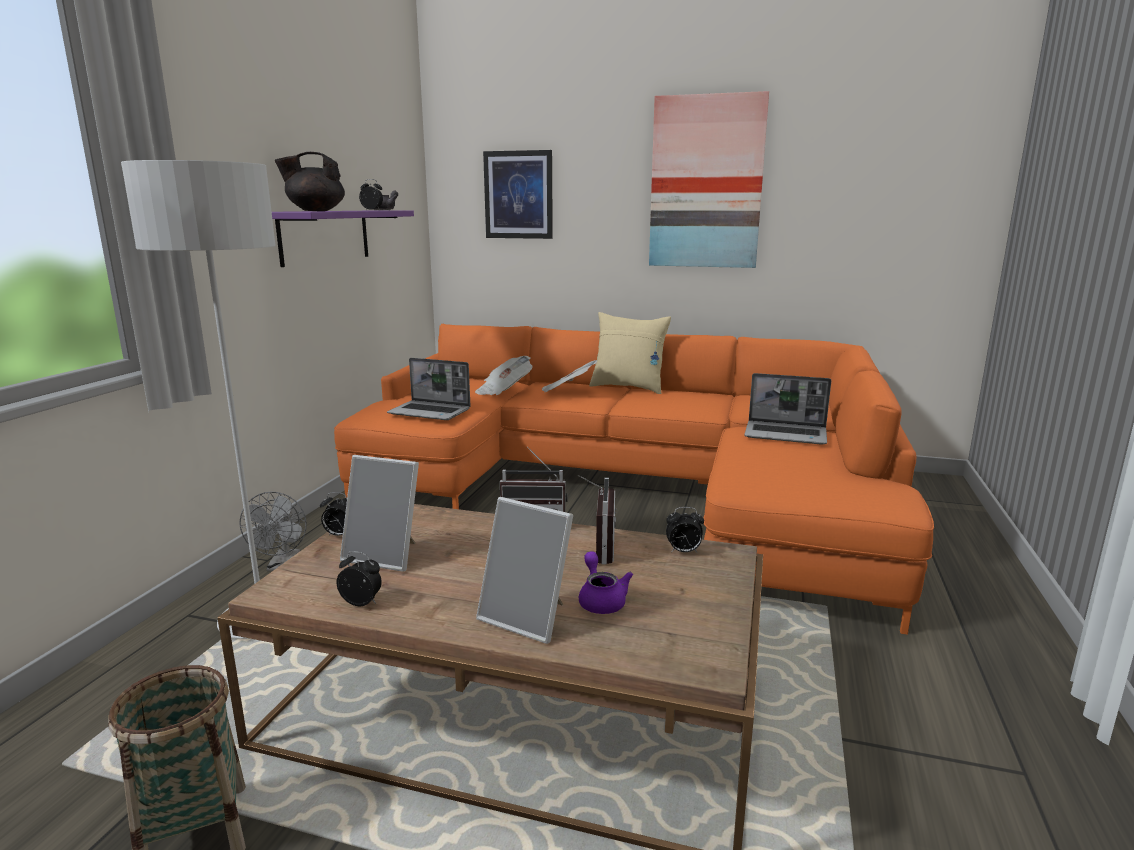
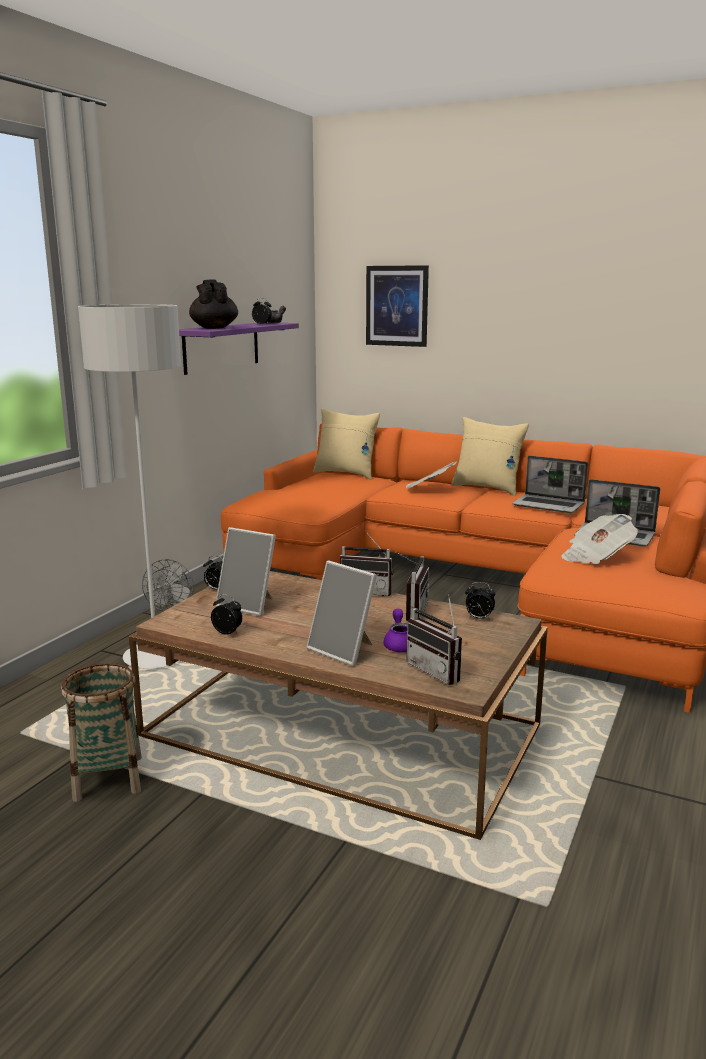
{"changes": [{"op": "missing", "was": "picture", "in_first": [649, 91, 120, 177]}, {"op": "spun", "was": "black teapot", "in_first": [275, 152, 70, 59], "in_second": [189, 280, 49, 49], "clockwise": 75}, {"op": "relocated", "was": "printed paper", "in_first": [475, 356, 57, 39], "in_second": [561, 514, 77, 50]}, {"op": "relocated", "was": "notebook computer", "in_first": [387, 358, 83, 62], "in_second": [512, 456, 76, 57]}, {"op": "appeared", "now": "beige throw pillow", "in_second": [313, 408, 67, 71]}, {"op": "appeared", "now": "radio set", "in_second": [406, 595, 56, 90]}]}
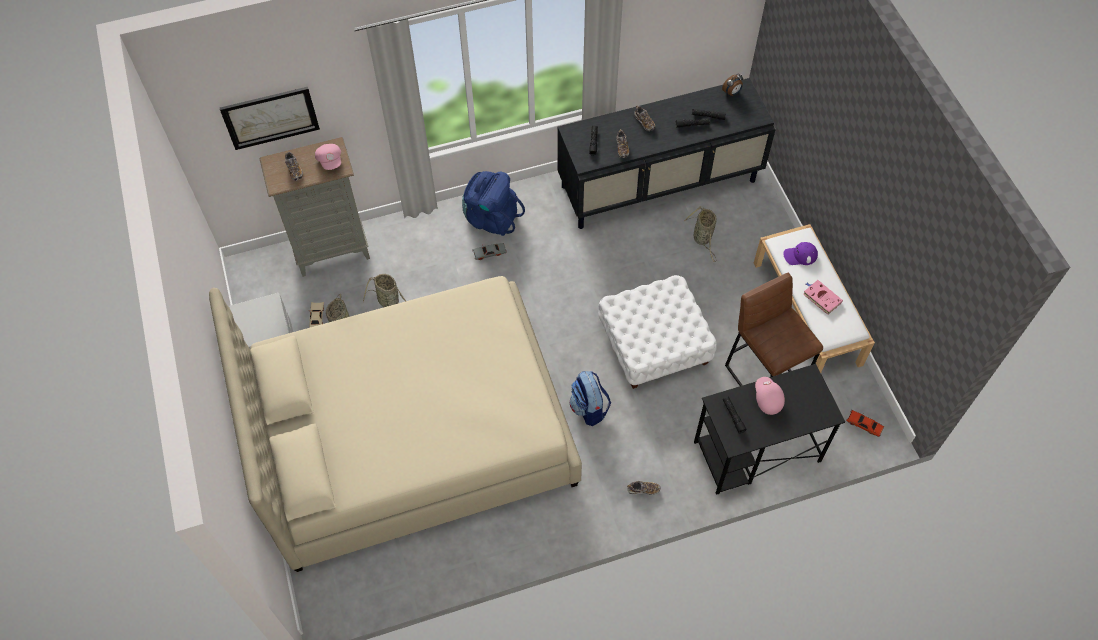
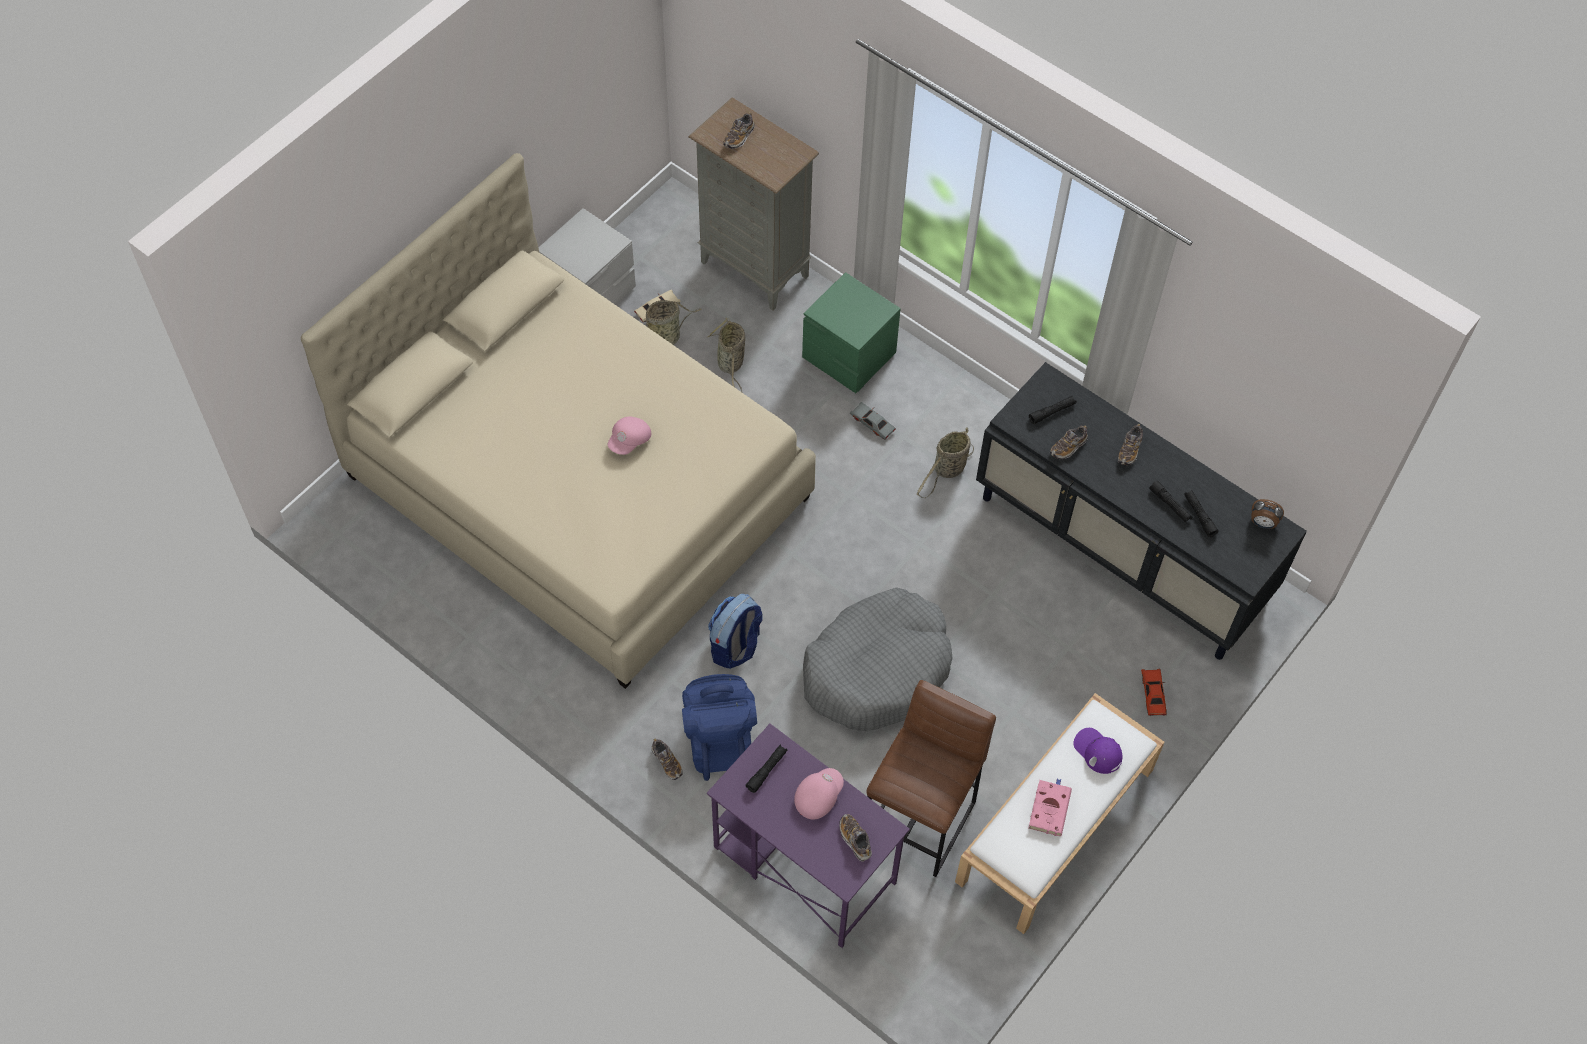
{"changes": [{"op": "missing", "was": "picture", "in_first": [220, 87, 100, 63]}, {"op": "relocated", "was": "pink baseball cap", "in_first": [315, 144, 26, 26], "in_second": [608, 417, 43, 38]}, {"op": "relocated", "was": "blue-coloured knapsack", "in_first": [462, 171, 63, 65], "in_second": [682, 674, 75, 107]}, {"op": "relocated", "was": "basket", "in_first": [683, 206, 34, 56], "in_second": [917, 427, 57, 71]}, {"op": "exchanged", "was": "white pouffe", "now": "greyish dog bed", "in_first": [598, 275, 119, 114], "in_second": [803, 588, 150, 143]}, {"op": "colour", "was": "black desk", "now": "purple desk", "in_first": [694, 364, 151, 131], "in_second": [707, 724, 203, 224]}, {"op": "relocated", "was": "reddish miniature car", "in_first": [846, 410, 38, 27], "in_second": [1141, 669, 26, 47]}, {"op": "appeared", "now": "green bedside table", "in_second": [802, 272, 99, 121]}, {"op": "appeared", "now": "item of footwear", "in_second": [839, 814, 33, 48]}]}
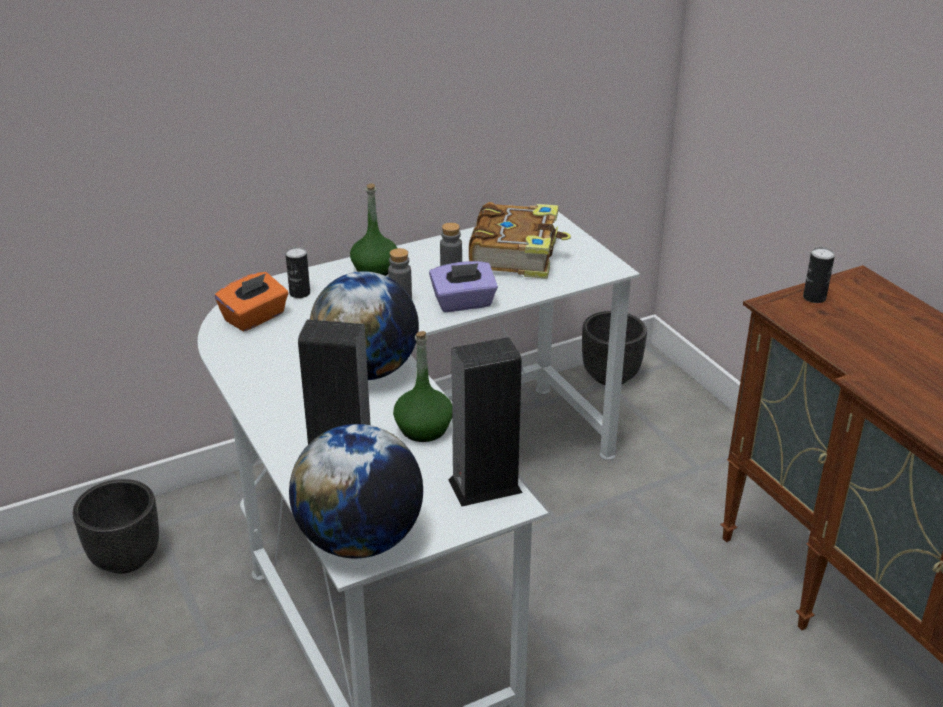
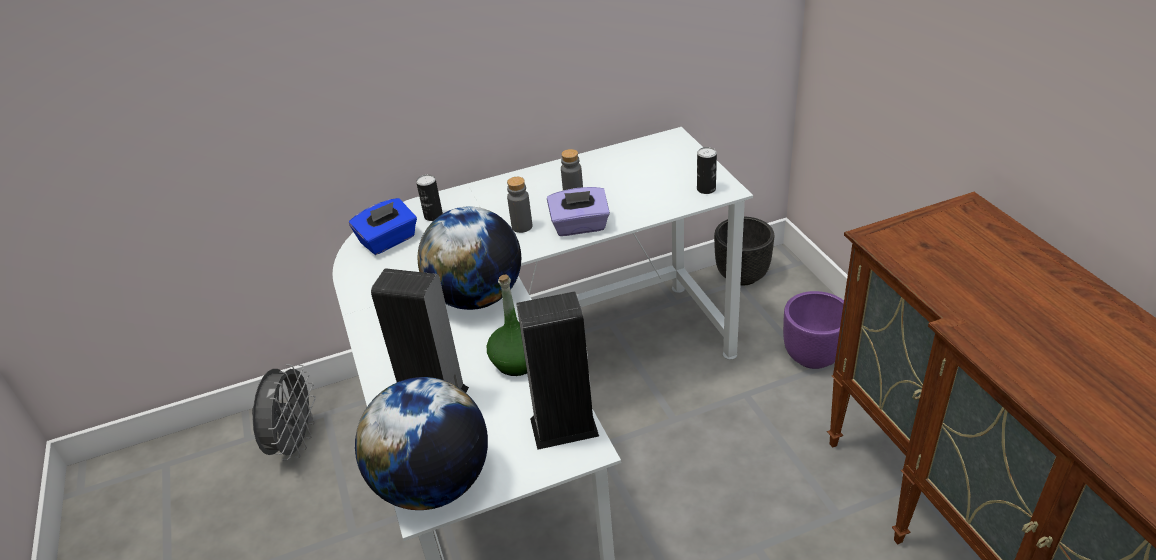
{"changes": [{"op": "missing", "was": "green beverage bottle", "in_first": [350, 184, 47, 92]}, {"op": "missing", "was": "volume", "in_first": [469, 202, 102, 77]}, {"op": "relocated", "was": "can", "in_first": [803, 247, 32, 56], "in_second": [697, 147, 20, 47]}, {"op": "colour", "was": "orange-coloured tissue holder", "now": "blue-coloured tissue holder", "in_first": [215, 272, 74, 60], "in_second": [349, 198, 68, 57]}, {"op": "exchanged", "was": "black flower pot", "now": "greyish cooling fan", "in_first": [73, 479, 86, 95], "in_second": [252, 364, 64, 97]}, {"op": "appeared", "now": "purple flower pot", "in_second": [783, 291, 61, 78]}]}
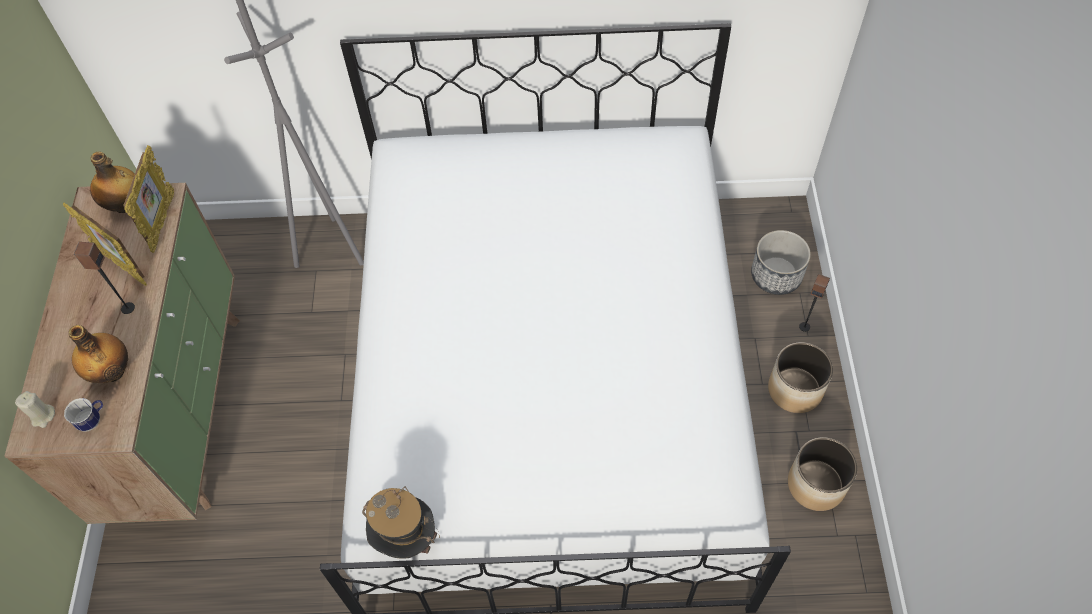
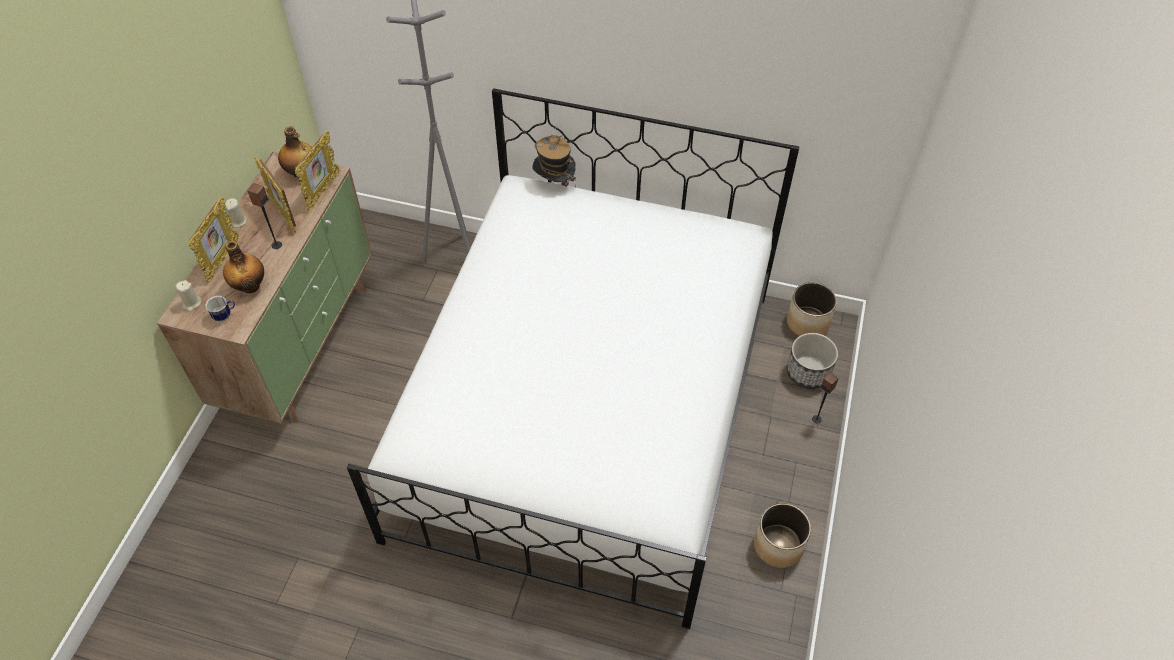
{"changes": [{"op": "relocated", "was": "flower pot", "in_first": [768, 342, 65, 71], "in_second": [787, 282, 50, 54]}, {"op": "relocated", "was": "hat", "in_first": [362, 486, 78, 73], "in_second": [532, 135, 44, 53]}, {"op": "appeared", "now": "standing frame", "in_second": [188, 197, 51, 86]}, {"op": "appeared", "now": "beige wax candle", "in_second": [225, 198, 22, 30]}]}
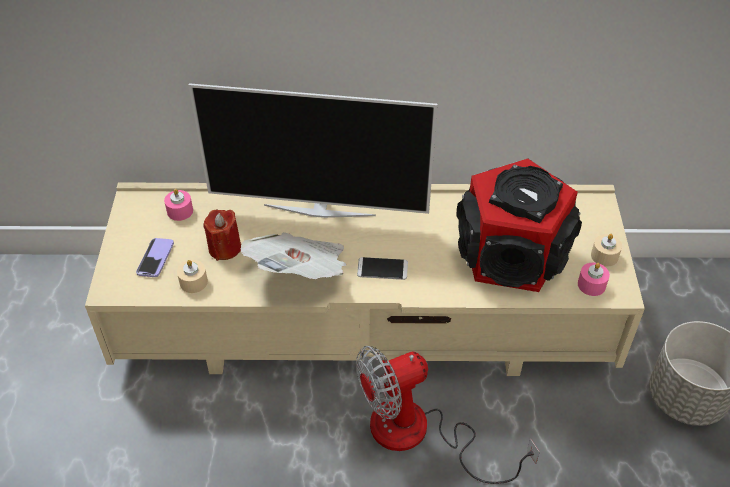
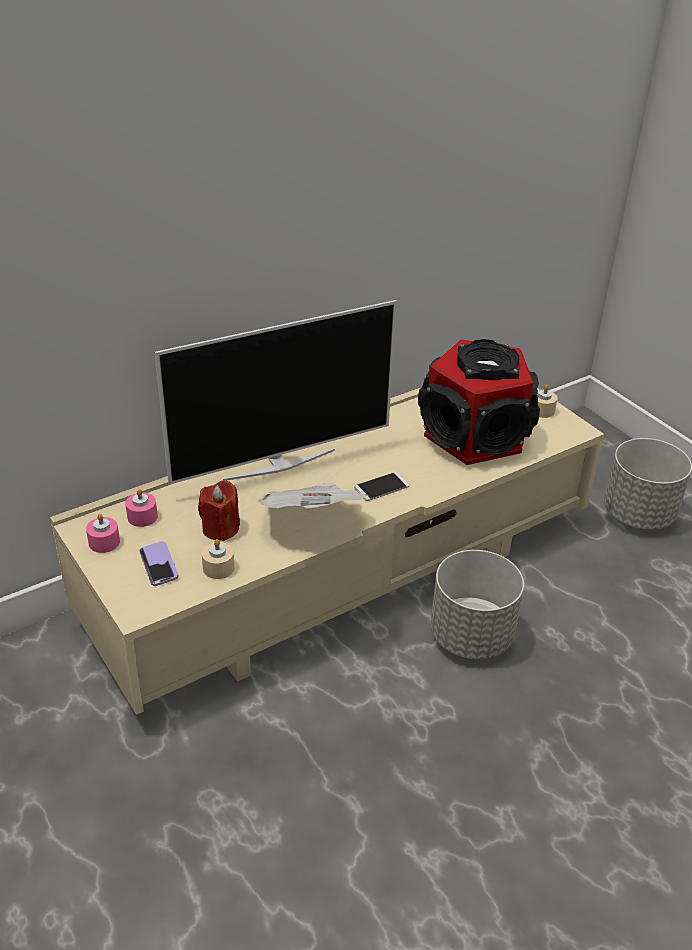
{"changes": [{"op": "relocated", "was": "pink wax candle", "in_first": [578, 263, 32, 33], "in_second": [86, 514, 34, 39]}, {"op": "exchanged", "was": "cooling fan", "now": "greyish flower pot", "in_first": [356, 346, 184, 138], "in_second": [431, 550, 93, 109]}]}
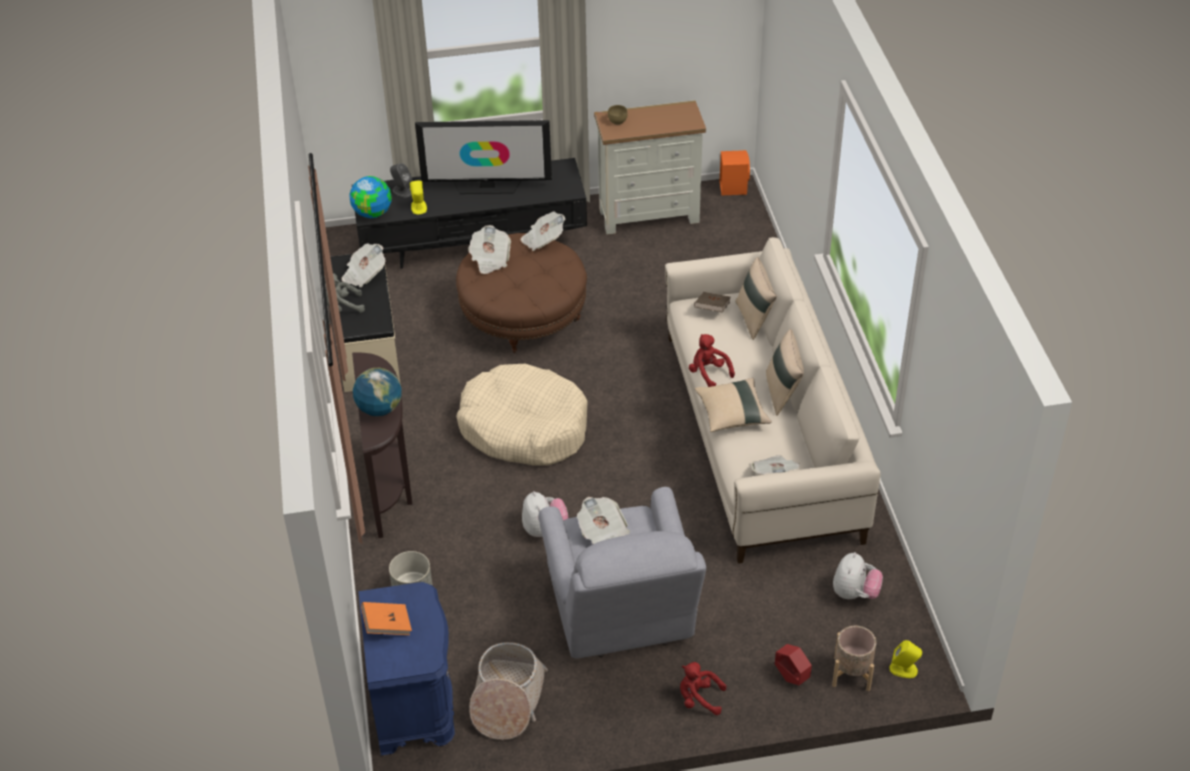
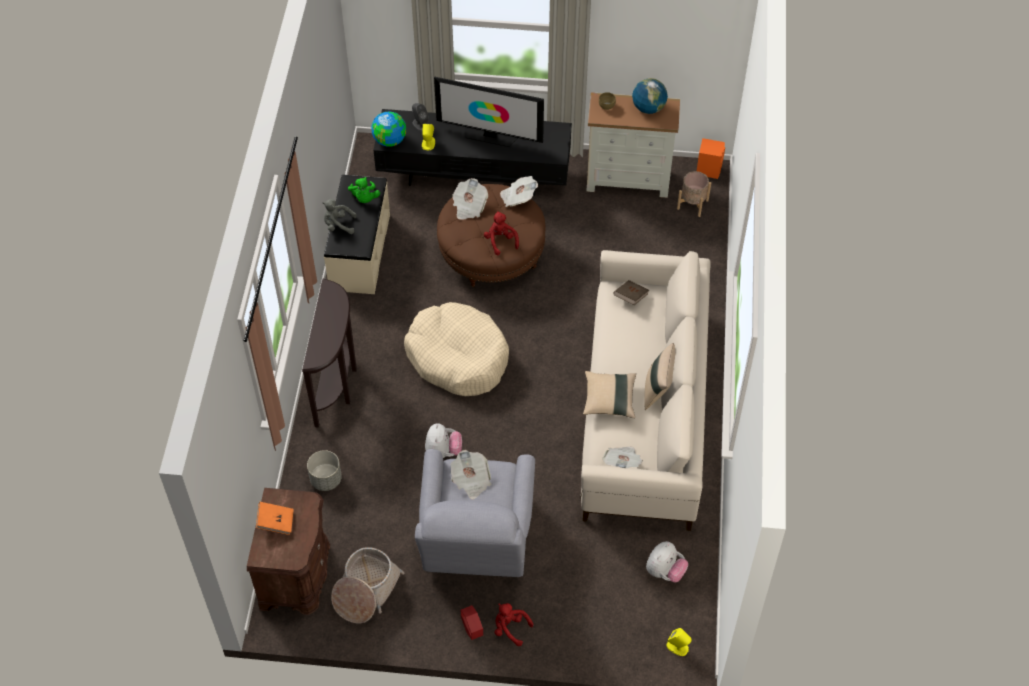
{"changes": [{"op": "exchanged", "was": "printed paper", "now": "green cuddly toy", "in_first": [341, 244, 45, 43], "in_second": [348, 177, 32, 26]}, {"op": "missing", "was": "beige throw pillow", "in_first": [736, 257, 41, 83]}, {"op": "relocated", "was": "reddish cuddly toy", "in_first": [689, 334, 46, 53], "in_second": [484, 211, 35, 44]}, {"op": "relocated", "was": "desk globe", "in_first": [353, 368, 49, 49], "in_second": [632, 78, 36, 36]}, {"op": "colour", "was": "blue-coloured bedside table", "now": "brown-coloured bedside table", "in_first": [358, 582, 97, 174], "in_second": [247, 488, 83, 127]}, {"op": "relocated", "was": "beige flower pot", "in_first": [832, 626, 44, 65], "in_second": [677, 171, 34, 46]}, {"op": "relocated", "was": "reddish flower pot", "in_first": [775, 644, 37, 41], "in_second": [460, 605, 23, 35]}]}
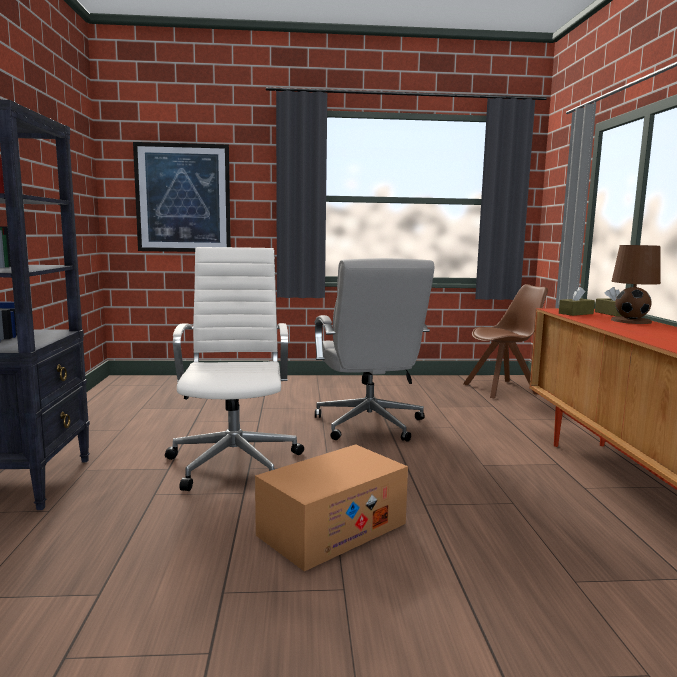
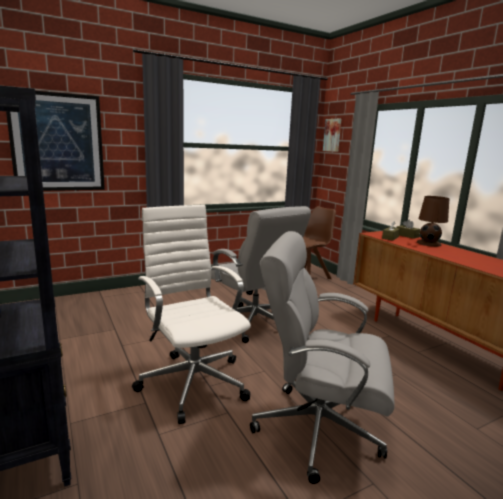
{"changes": [{"op": "exchanged", "was": "packing box", "now": "greyish desk chair", "in_first": [255, 444, 153, 127], "in_second": [250, 231, 145, 253]}, {"op": "appeared", "now": "picture", "in_second": [323, 119, 19, 33]}]}
